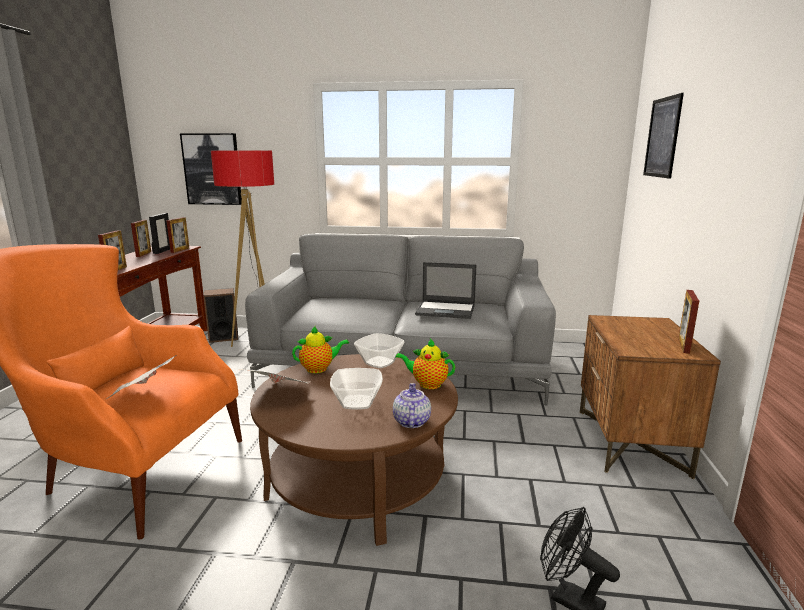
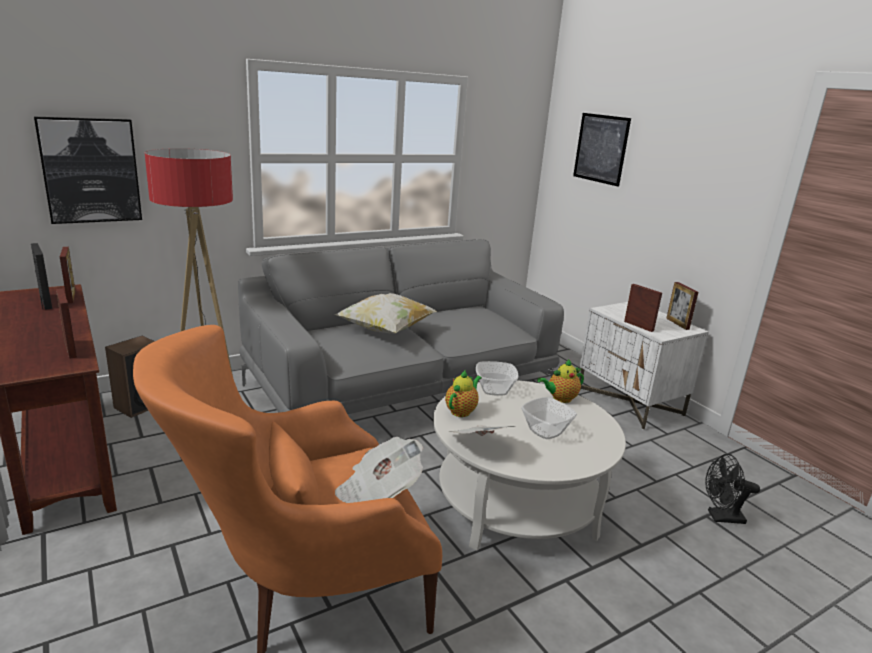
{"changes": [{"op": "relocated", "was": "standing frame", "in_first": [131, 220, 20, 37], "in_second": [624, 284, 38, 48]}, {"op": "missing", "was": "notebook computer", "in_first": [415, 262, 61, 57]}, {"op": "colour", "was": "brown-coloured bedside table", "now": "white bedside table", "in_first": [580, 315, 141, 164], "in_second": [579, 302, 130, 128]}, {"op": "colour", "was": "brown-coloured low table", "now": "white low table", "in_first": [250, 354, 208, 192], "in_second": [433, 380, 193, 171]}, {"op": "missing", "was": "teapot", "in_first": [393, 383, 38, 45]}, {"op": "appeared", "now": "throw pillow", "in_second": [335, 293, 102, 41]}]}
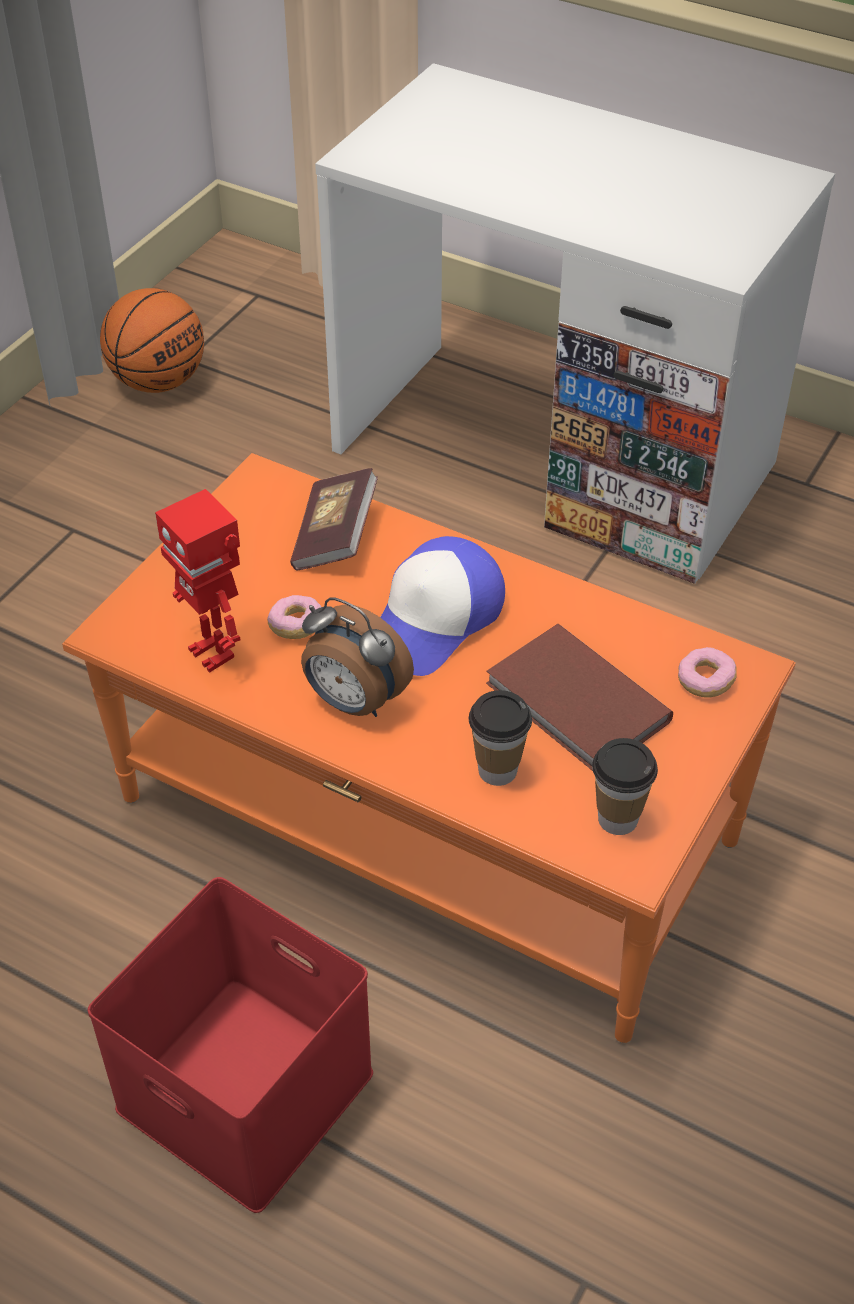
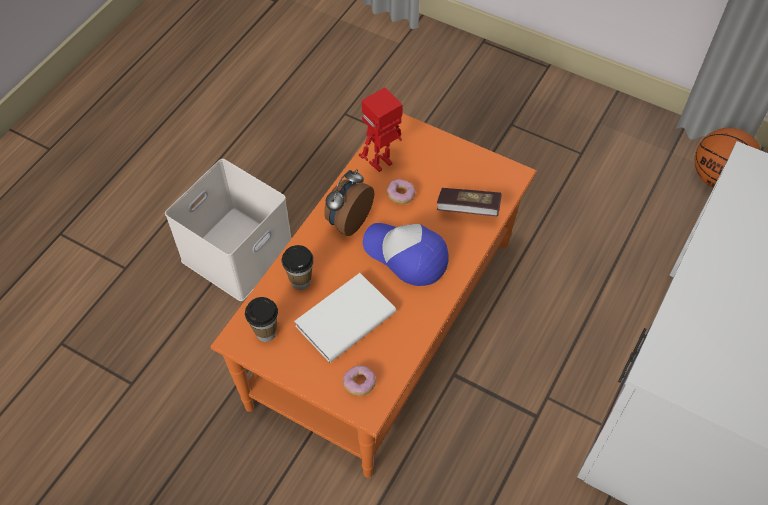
{"changes": [{"op": "colour", "was": "brown-coloured volume", "now": "white volume", "in_first": [486, 624, 187, 147], "in_second": [294, 273, 102, 90]}, {"op": "colour", "was": "reddish storage bin", "now": "white storage bin", "in_first": [88, 877, 285, 336], "in_second": [165, 159, 126, 142]}]}
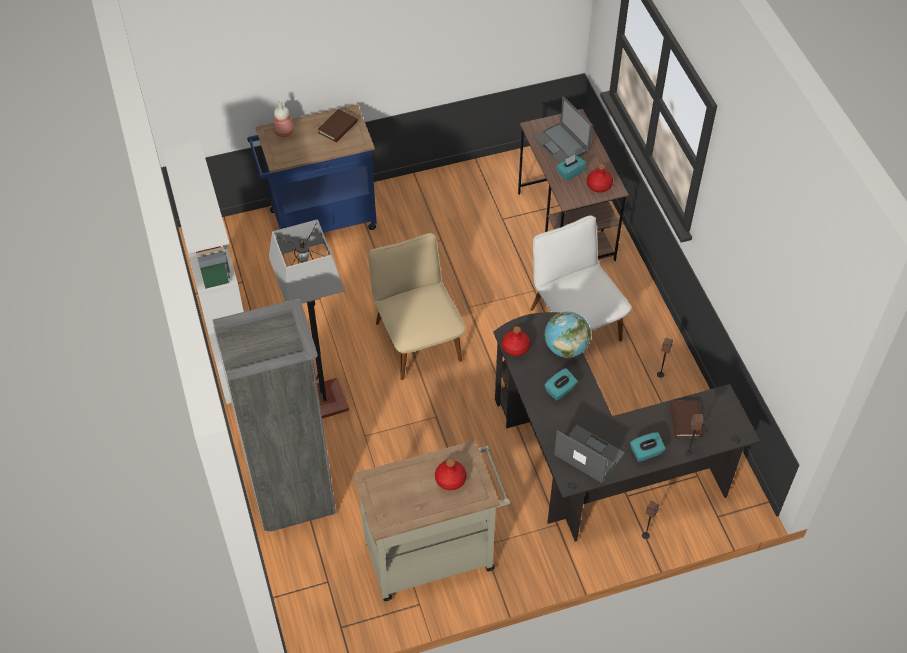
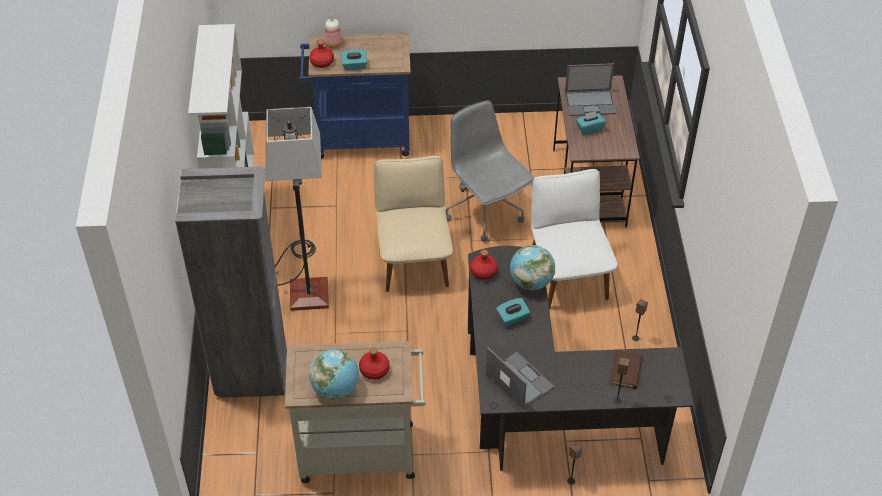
{"changes": [{"op": "spun", "was": "notebook computer", "in_first": [532, 96, 61, 68], "in_second": [565, 63, 51, 53], "clockwise": -75}, {"op": "missing", "was": "brown-coloured volume", "in_first": [317, 109, 41, 33]}, {"op": "relocated", "was": "reddish beverage bottle", "in_first": [587, 164, 26, 29], "in_second": [309, 40, 25, 28]}, {"op": "relocated", "was": "blue-green tissue holder", "in_first": [630, 432, 35, 30], "in_second": [341, 49, 26, 21]}, {"op": "appeared", "now": "greyish desk chair", "in_second": [446, 100, 89, 142]}, {"op": "appeared", "now": "desk globe", "in_second": [309, 349, 50, 51]}]}
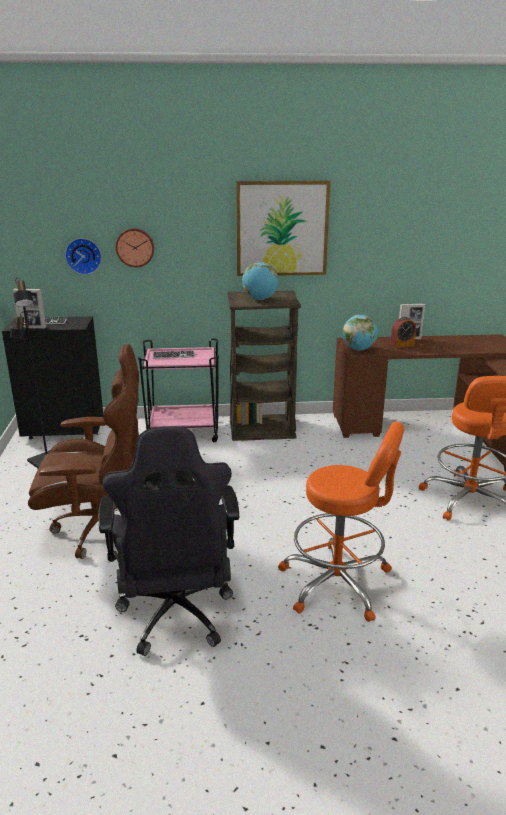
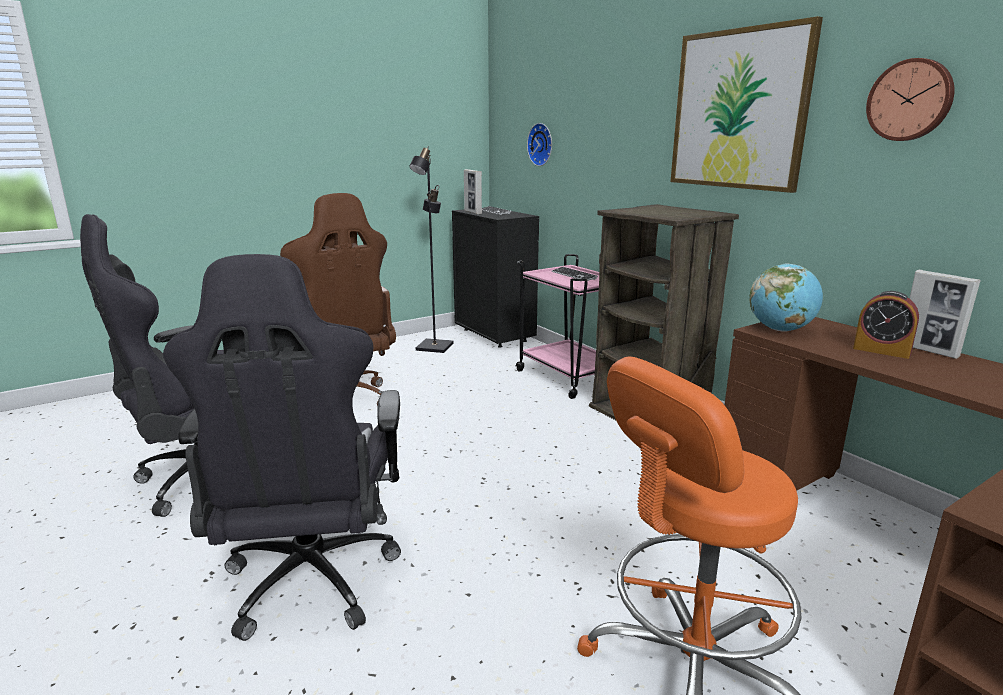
{"changes": [{"op": "relocated", "was": "clock on the wall", "in_first": [116, 228, 38, 39], "in_second": [866, 58, 89, 83]}, {"op": "missing", "was": "desk globe", "in_first": [242, 262, 37, 38]}, {"op": "exchanged", "was": "orange-coloured stool", "now": "black desk chair", "in_first": [278, 421, 127, 201], "in_second": [163, 254, 238, 387]}]}
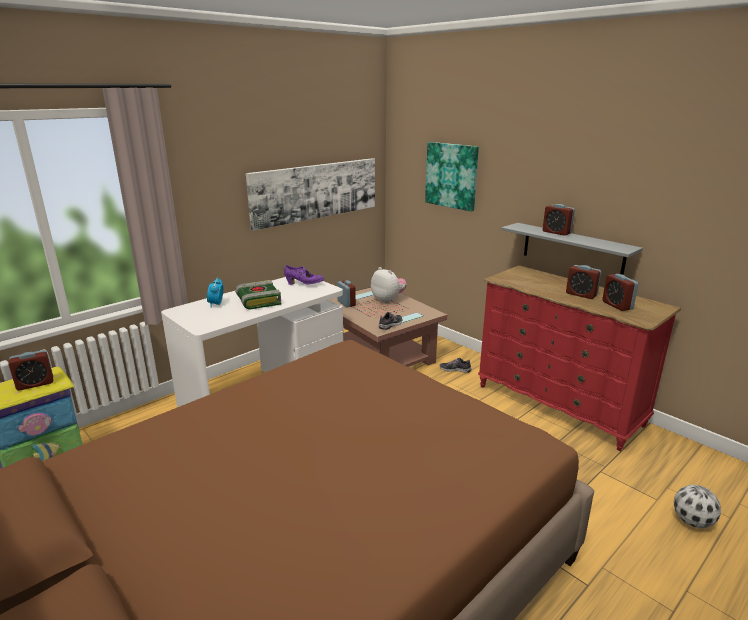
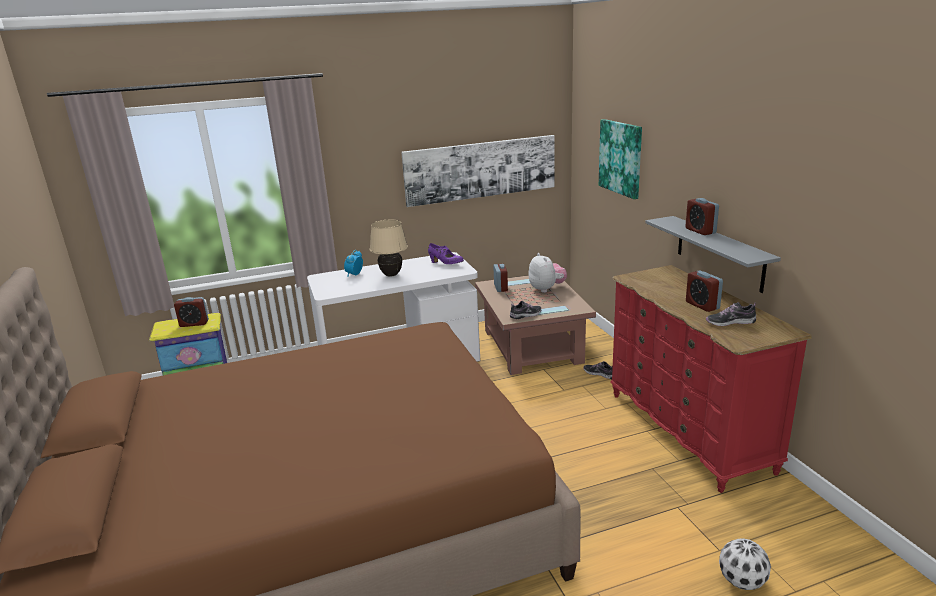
{"changes": [{"op": "exchanged", "was": "alarm clock", "now": "item of footwear", "in_first": [602, 274, 36, 37], "in_second": [706, 302, 50, 24]}, {"op": "exchanged", "was": "volume", "now": "beige tabletop lamp", "in_first": [235, 280, 46, 29], "in_second": [370, 220, 38, 57]}]}
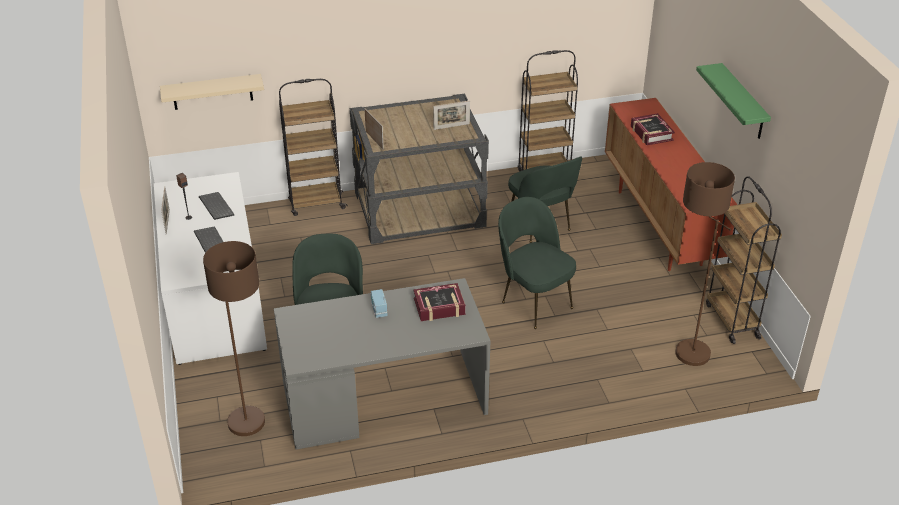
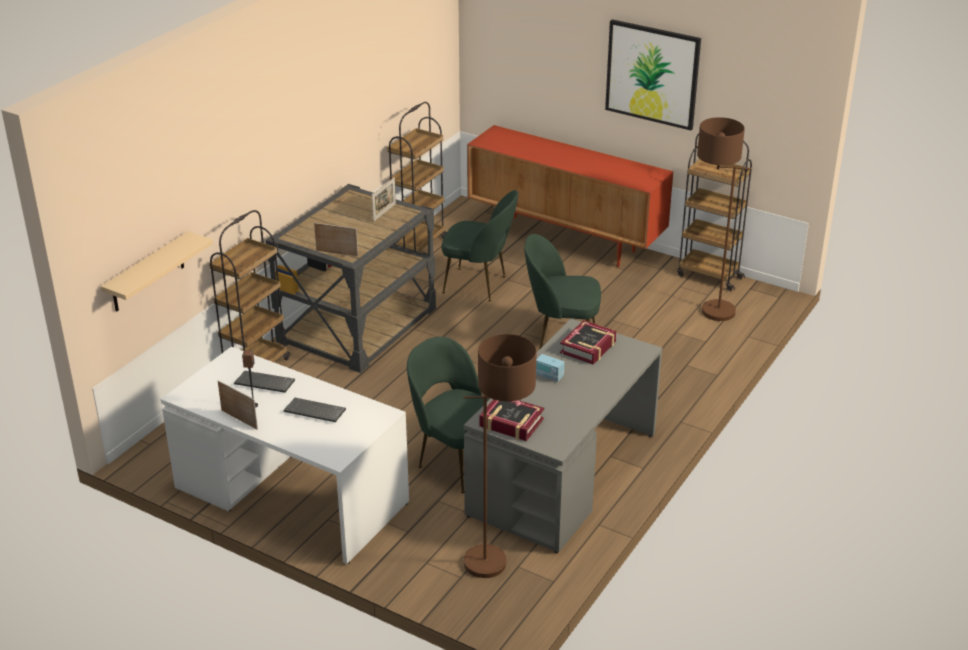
{"changes": [{"op": "exchanged", "was": "green wall shelf", "now": "picture", "in_first": [696, 63, 75, 76], "in_second": [605, 19, 96, 111]}, {"op": "relocated", "was": "volume", "in_first": [631, 113, 44, 32], "in_second": [479, 399, 65, 42]}]}
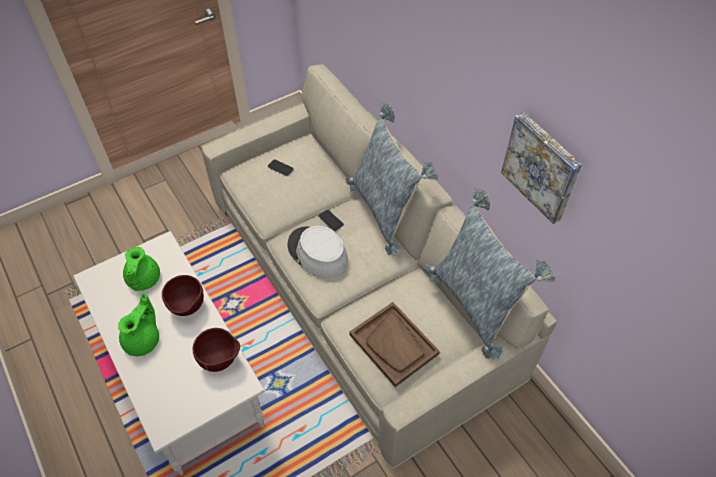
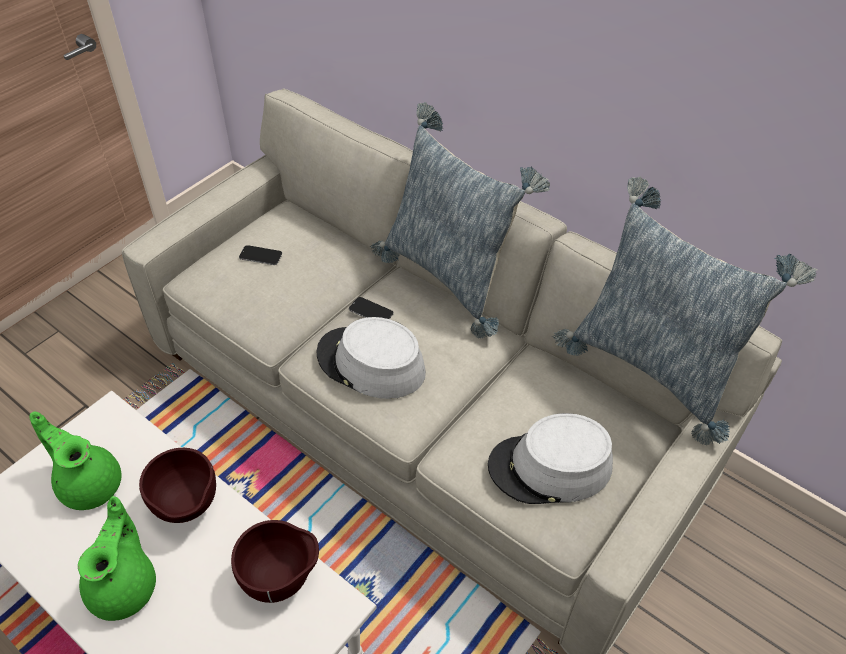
{"changes": [{"op": "missing", "was": "picture", "in_first": [501, 112, 81, 112]}, {"op": "spun", "was": "green teapot", "in_first": [123, 247, 37, 44], "in_second": [29, 412, 92, 98], "clockwise": 150}, {"op": "exchanged", "was": "brown-coloured serving tray", "now": "greyish hat", "in_first": [349, 302, 91, 85], "in_second": [488, 413, 125, 91]}]}
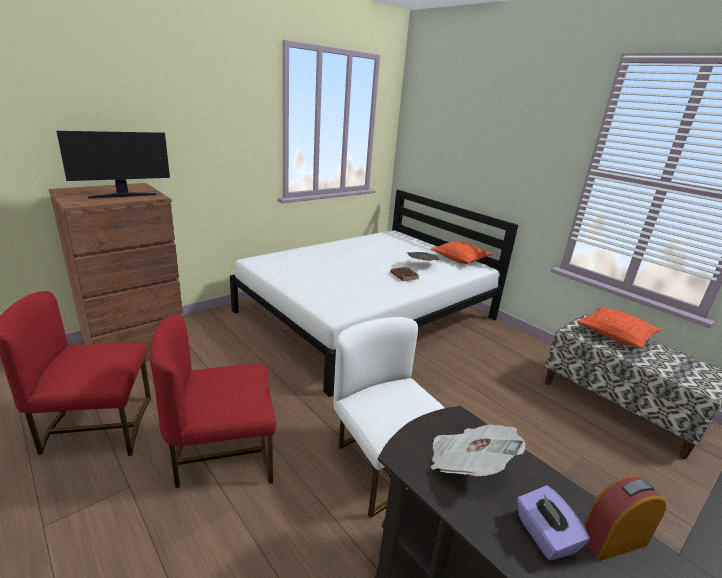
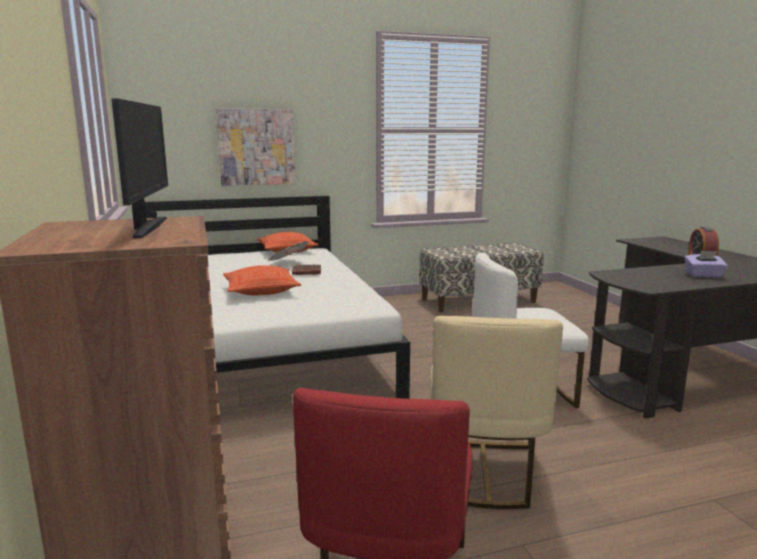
{"changes": [{"op": "relocated", "was": "orange-coloured throw pillow", "in_first": [577, 306, 85, 43], "in_second": [223, 265, 78, 30]}, {"op": "colour", "was": "reddish plain chair", "now": "beige plain chair", "in_first": [150, 315, 126, 173], "in_second": [430, 316, 133, 193]}, {"op": "missing", "was": "printed paper", "in_first": [431, 424, 95, 52]}, {"op": "appeared", "now": "picture", "in_second": [216, 108, 79, 78]}]}
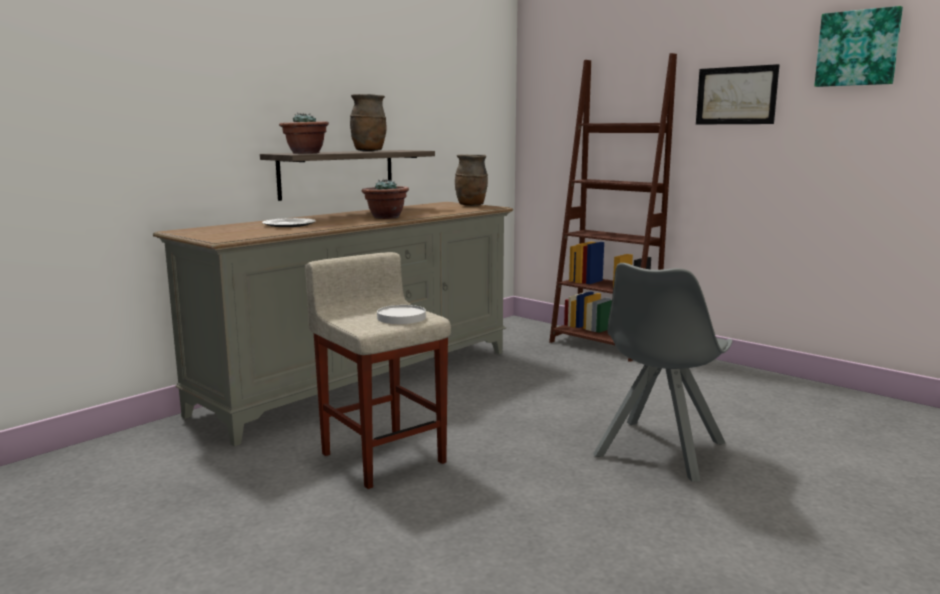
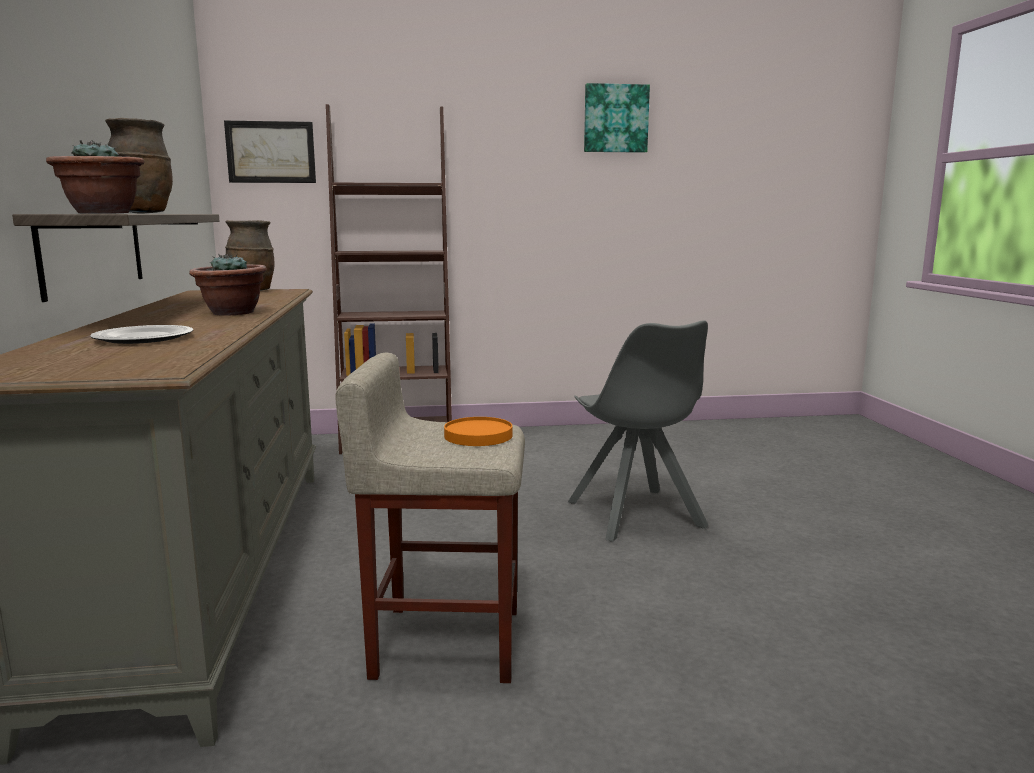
{"changes": [{"op": "relocated", "was": "picture", "in_first": [696, 64, 84, 60], "in_second": [224, 121, 92, 62]}, {"op": "colour", "was": "white flat dish", "now": "orange-coloured flat dish", "in_first": [377, 305, 49, 19], "in_second": [444, 417, 68, 29]}]}
